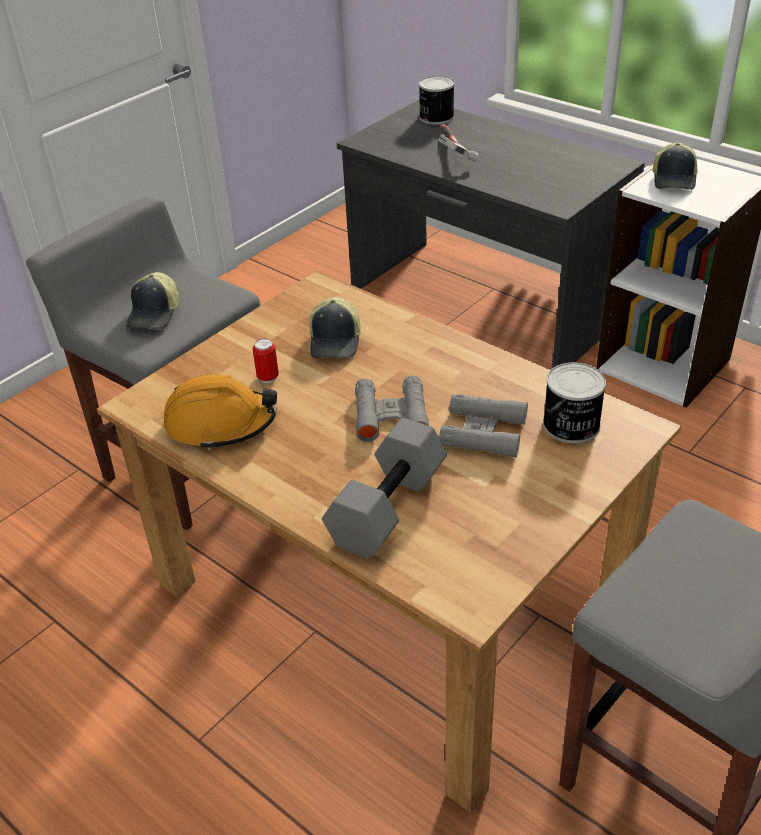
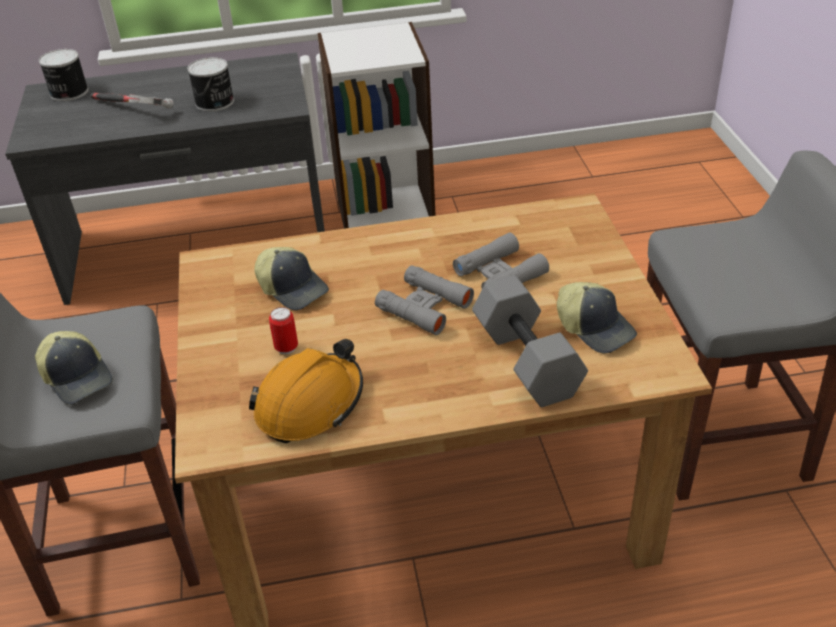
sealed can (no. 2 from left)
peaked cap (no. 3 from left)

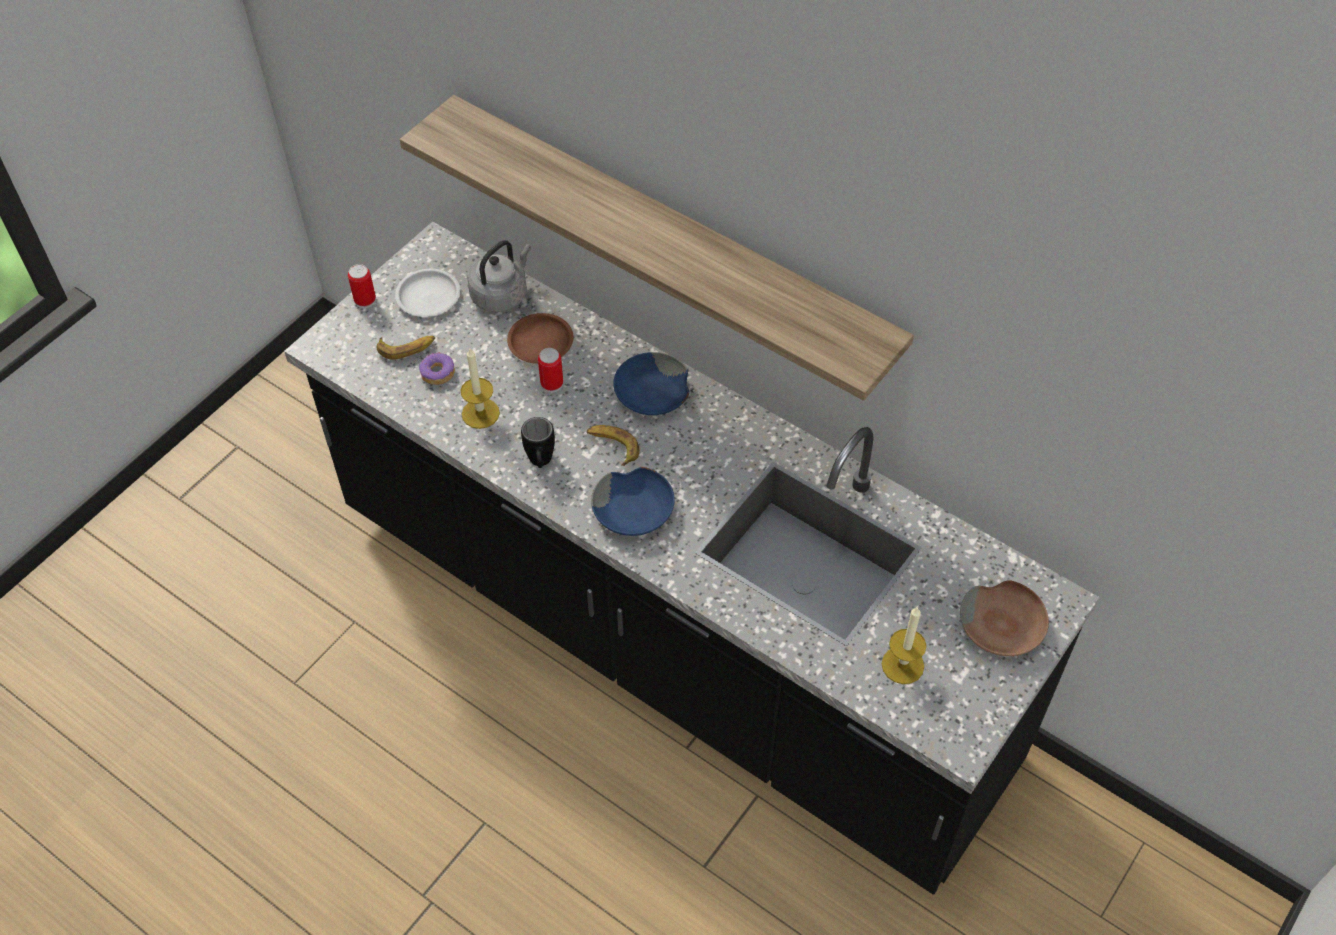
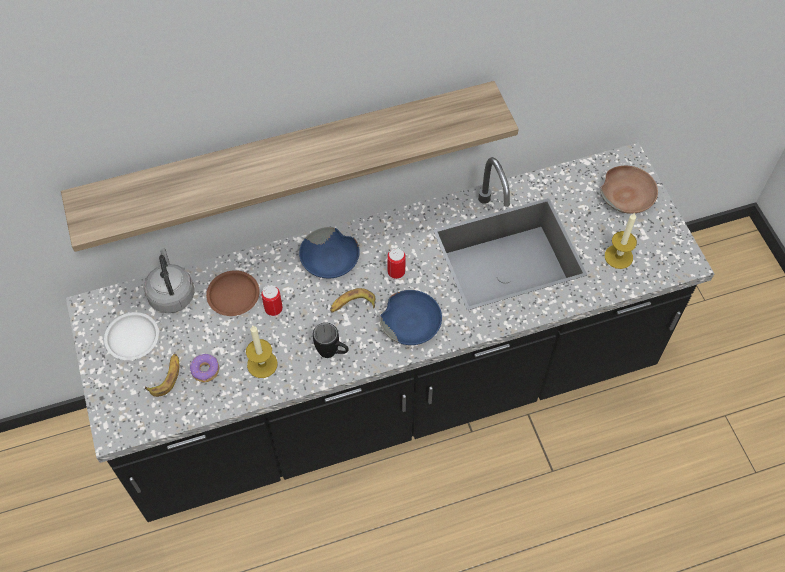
sealed can (no. 2 from left)

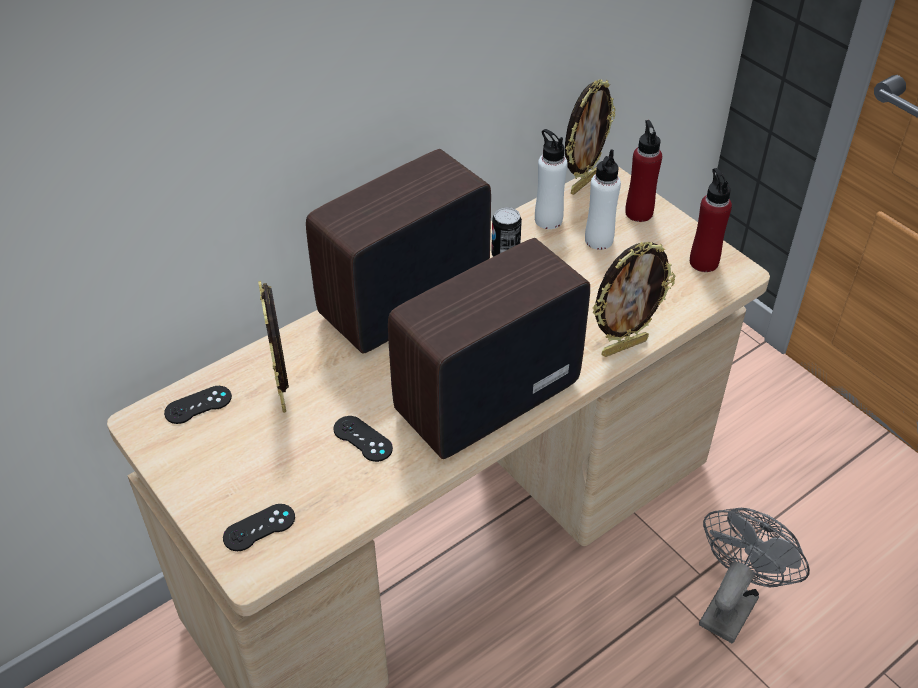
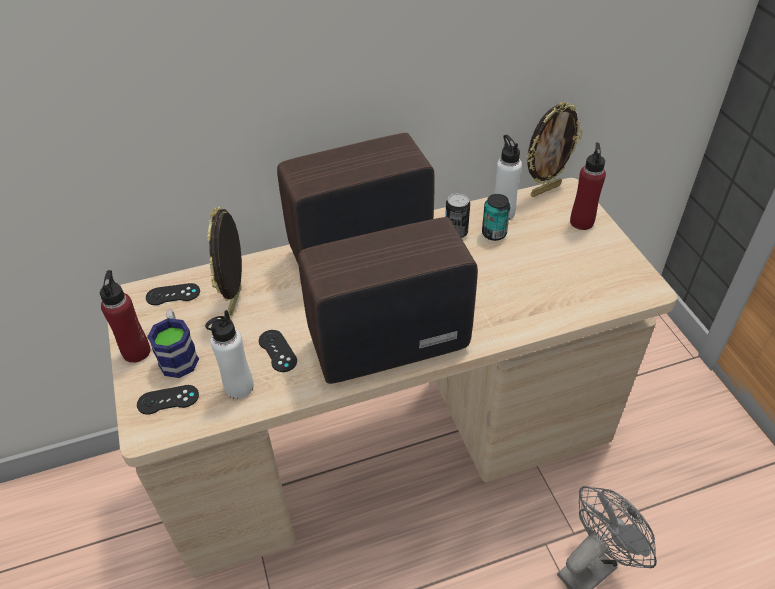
red beverage bottle (no. 1 from left)
tea mug
whitish beverage bottle (no. 1 from left)
sealed can (no. 2 from left)
photo frame (no. 3 from left in the first image)

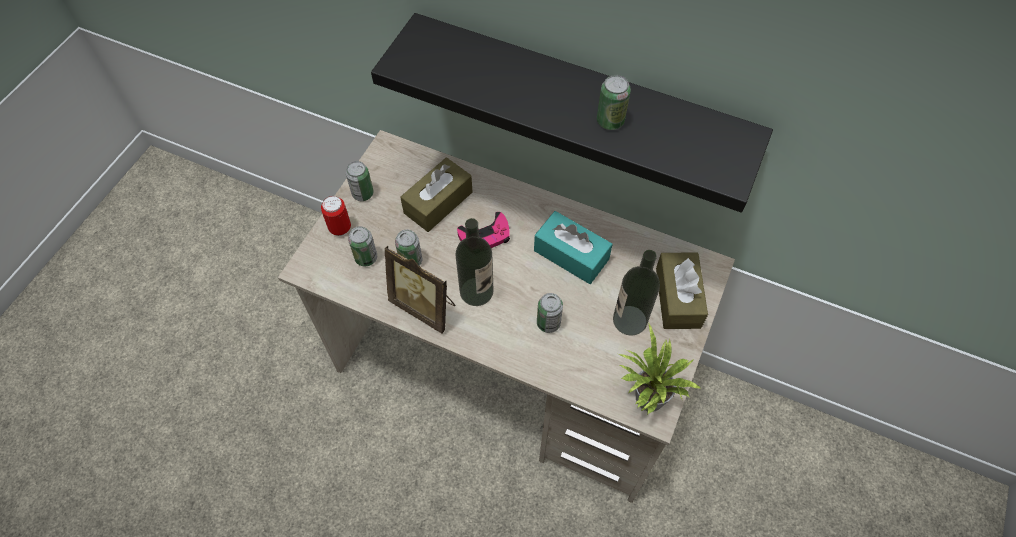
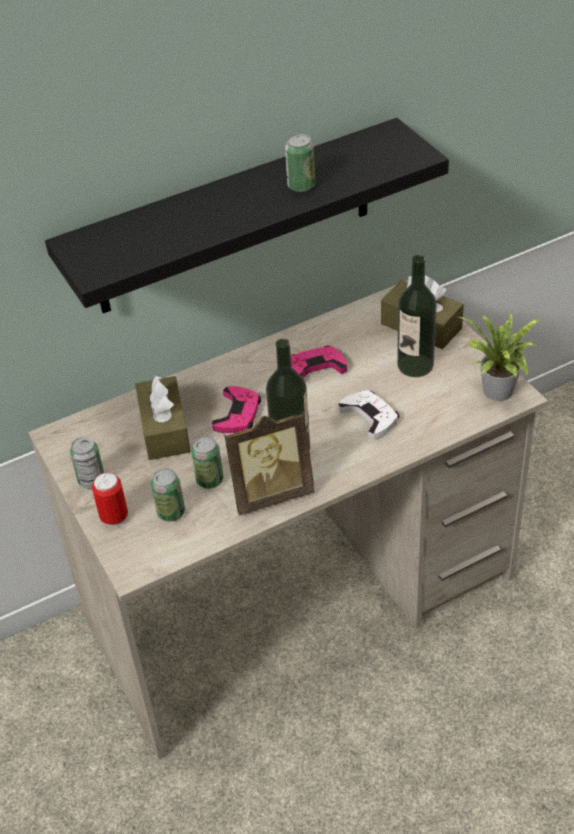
pink gamepad (no. 2 from left)
whitish gamepad

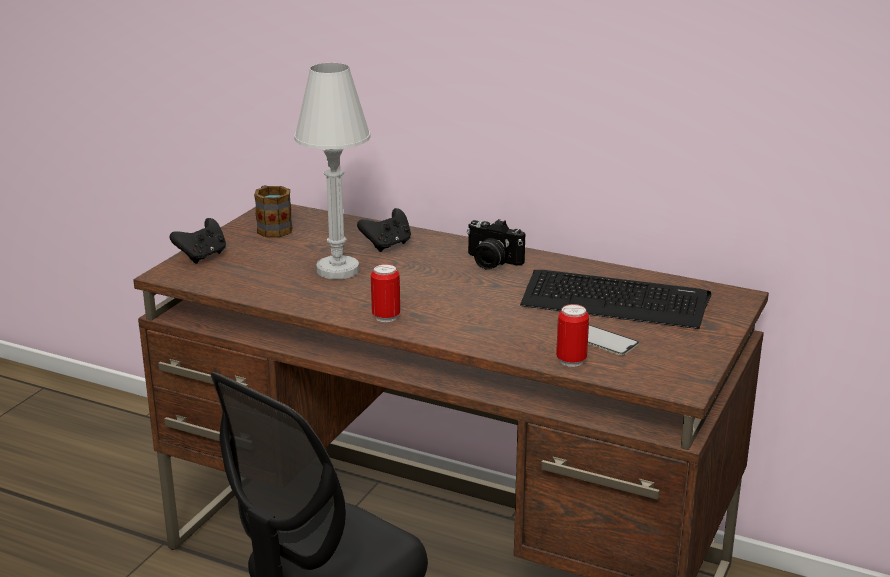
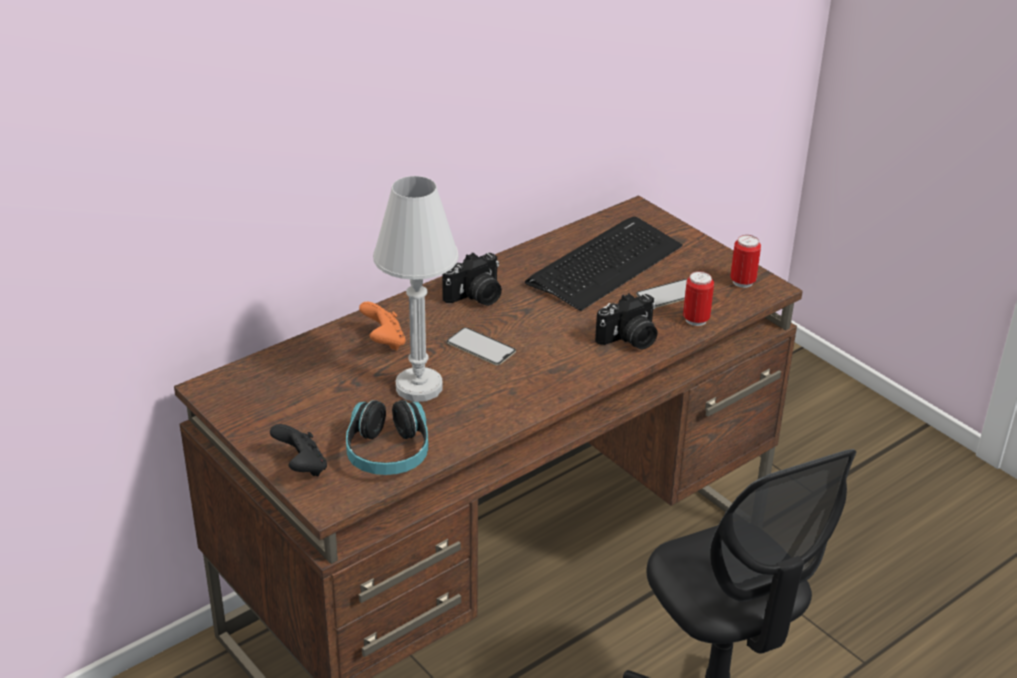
pair of headphones
orange gamepad
telephone (no. 1 from left)
photo camera (no. 2 from left)
sealed can (no. 2 from left)
tea mug

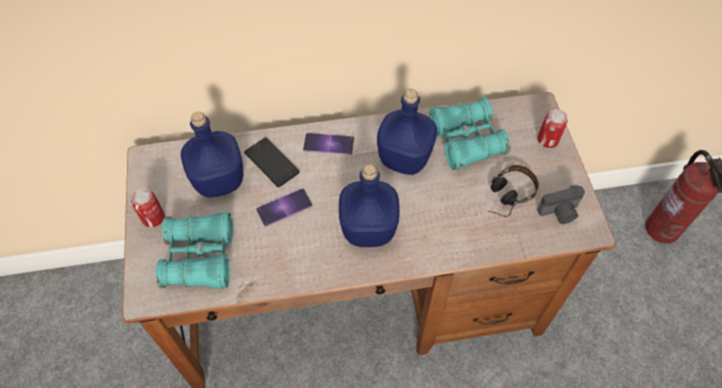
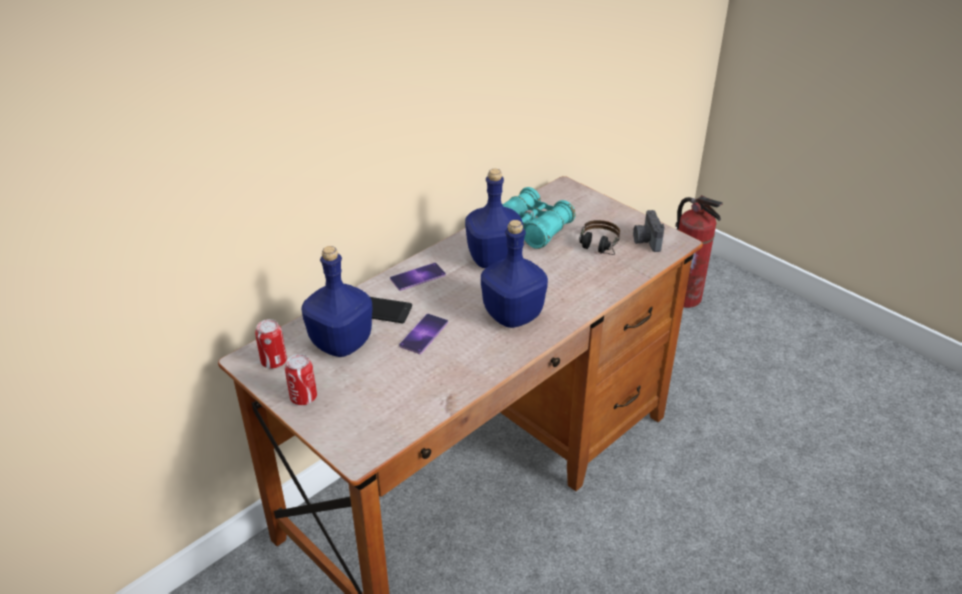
sealed can (no. 1 from left)
photo camera
turquoise-coloured binoculars (no. 1 from left in the first image)

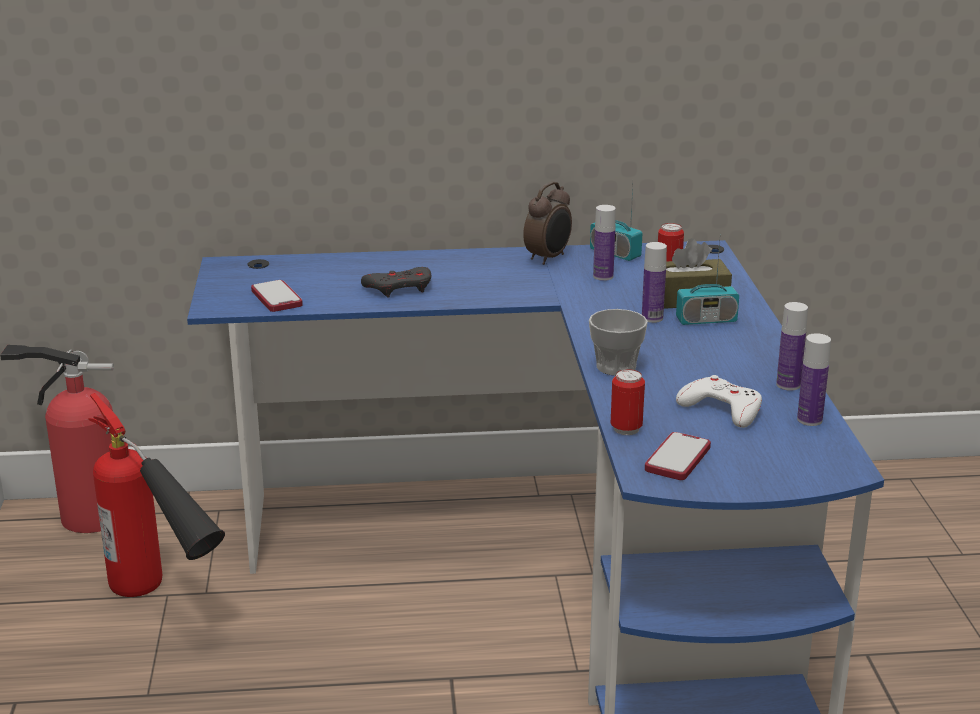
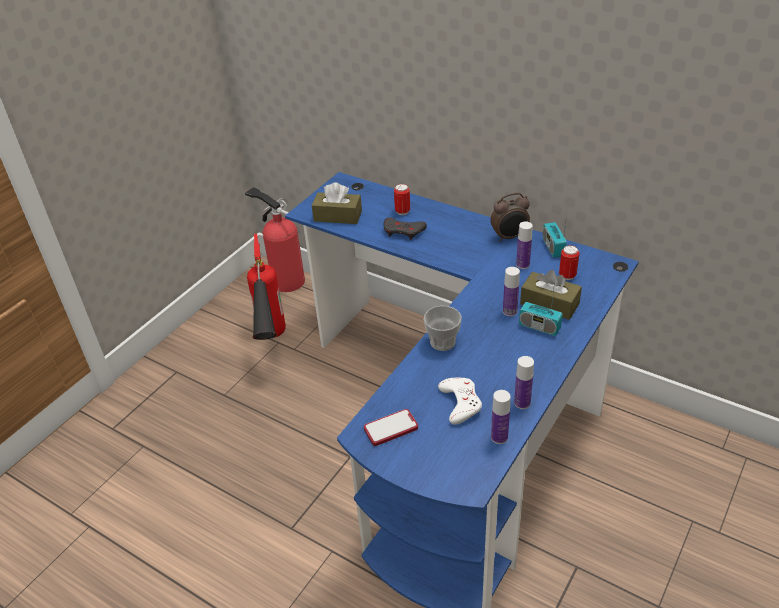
brown-coloured tissue box (no. 1 from left)
sealed can (no. 1 from left)

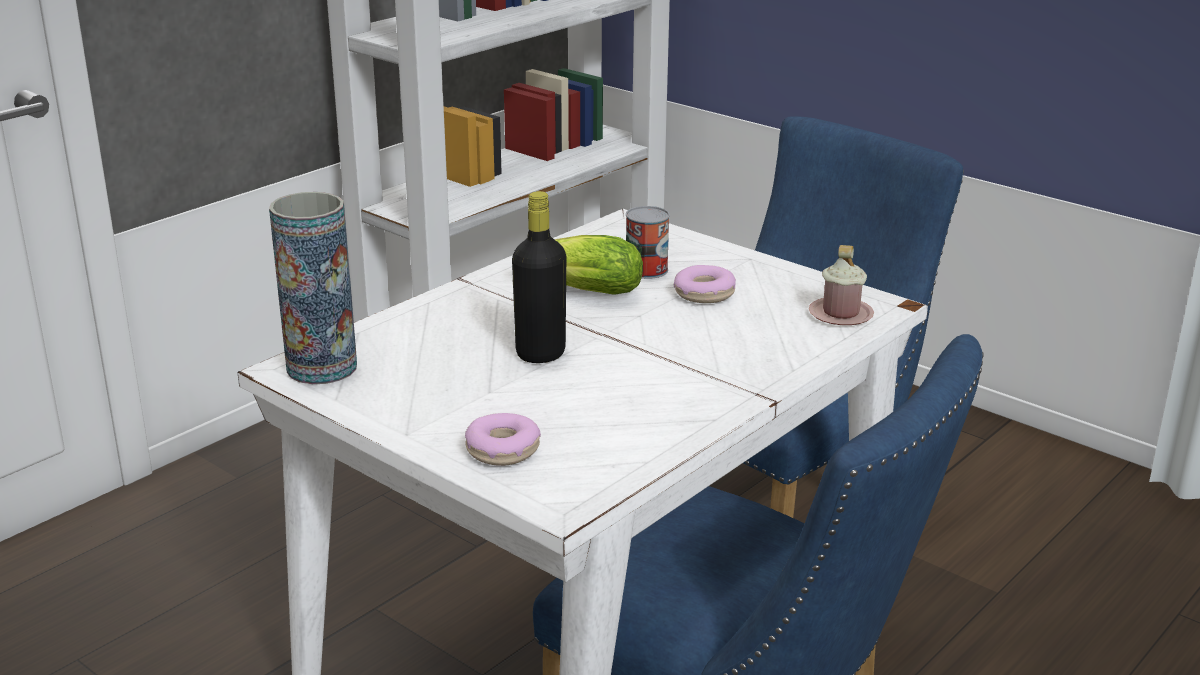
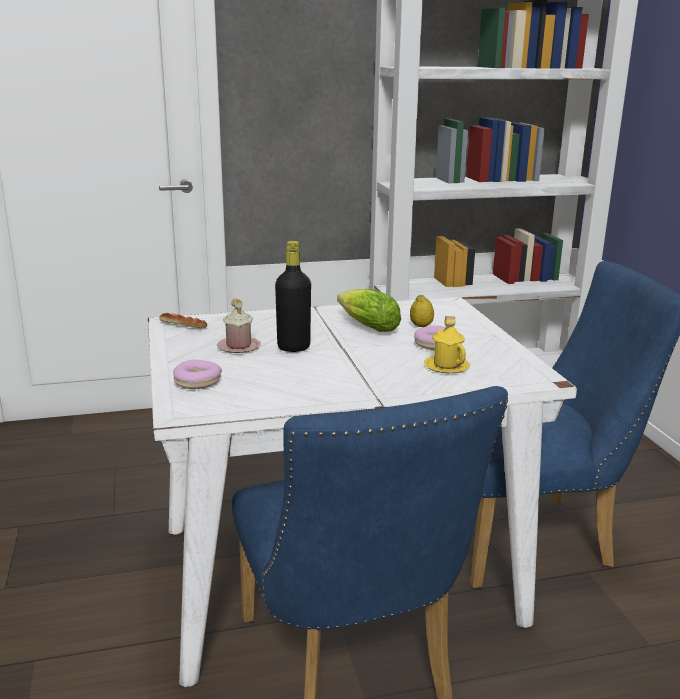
bakery bread
pink tea mug
whole lemon
yellow tea mug

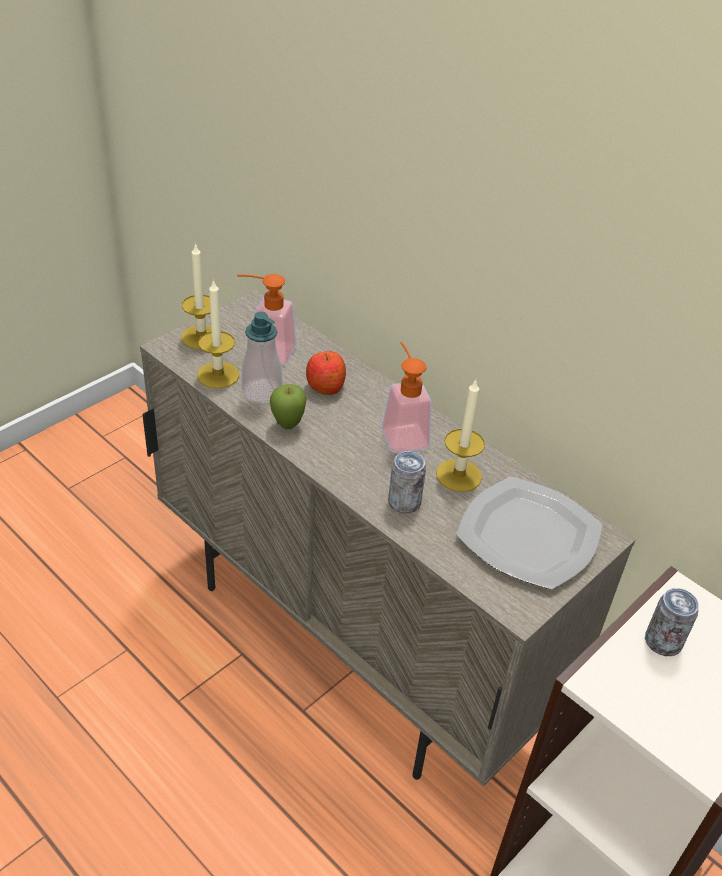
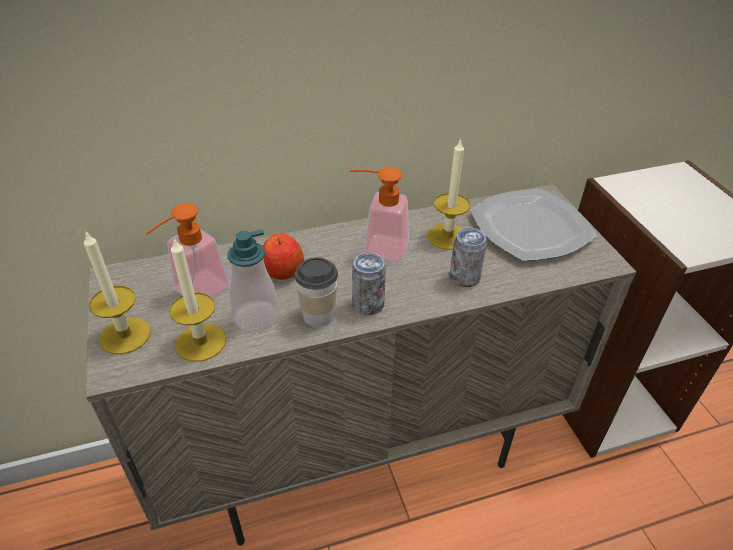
small cup
sealed can (no. 1 from left)

